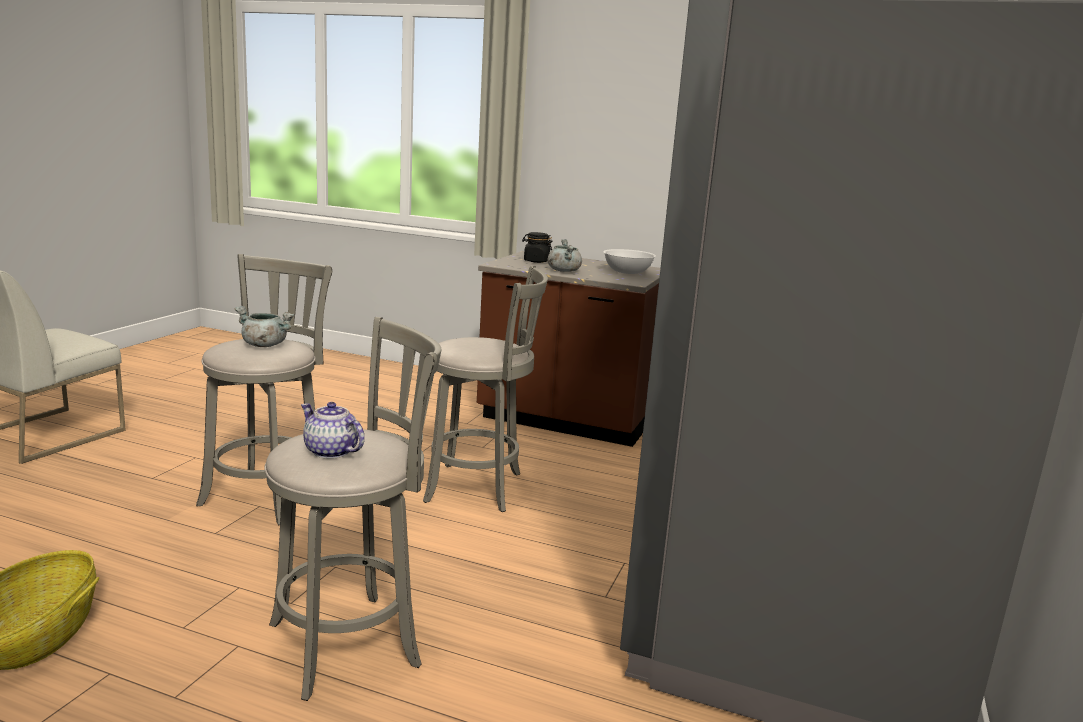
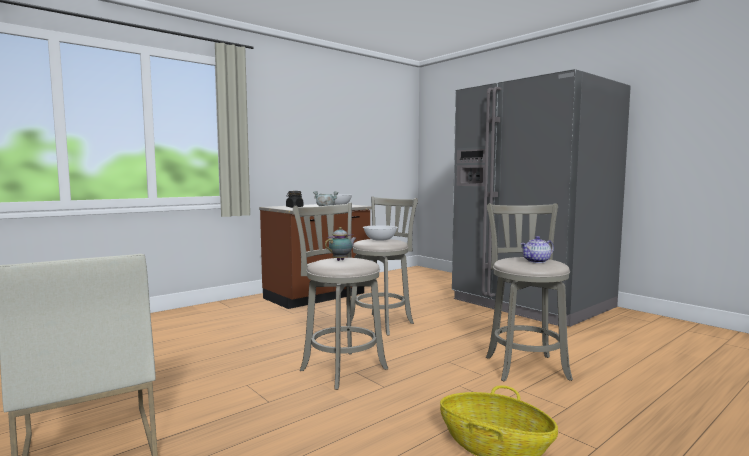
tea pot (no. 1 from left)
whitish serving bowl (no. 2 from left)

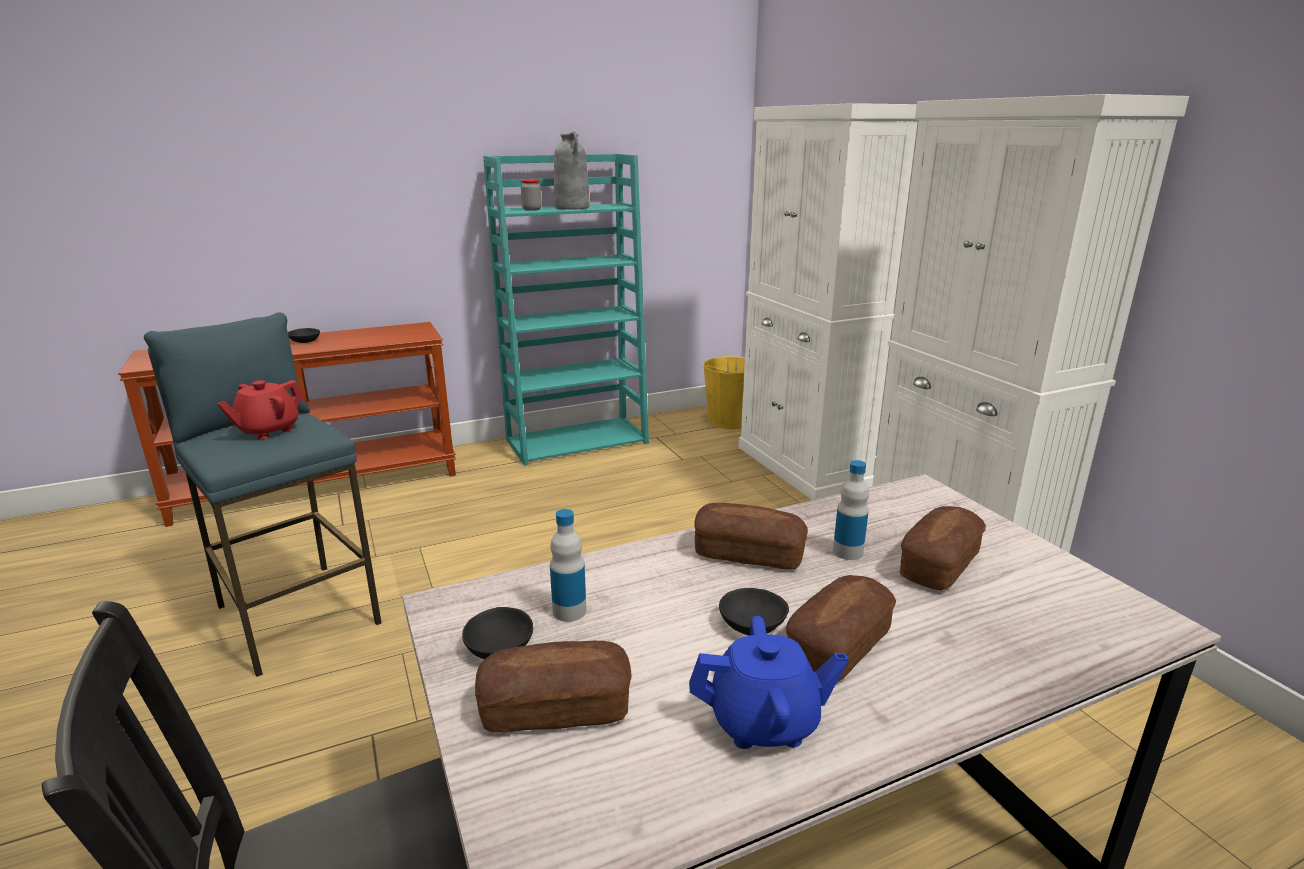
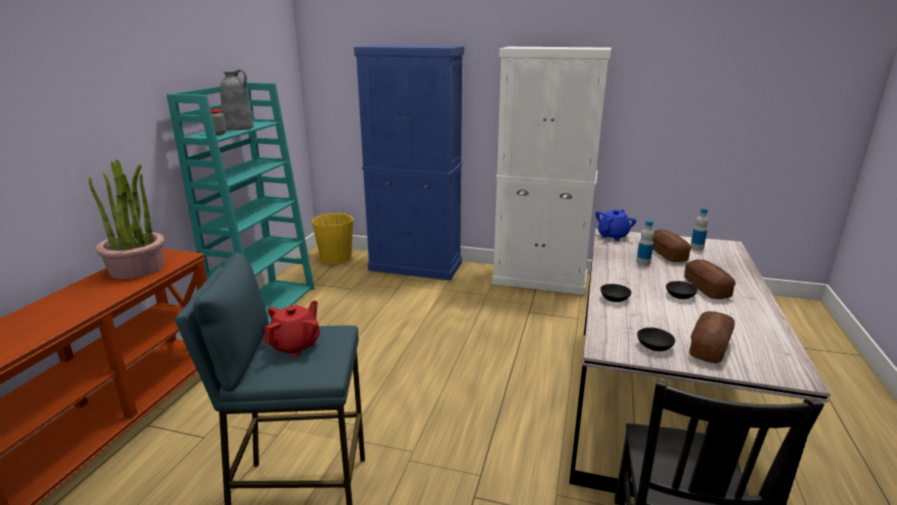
plant in a pot
red tea pot
blue-coloured cupboard
blue-coloured tea pot
blackish serving bowl (no. 1 from left)
beverage bottle (no. 2 from left)
bakery bread (no. 2 from left in the first image)

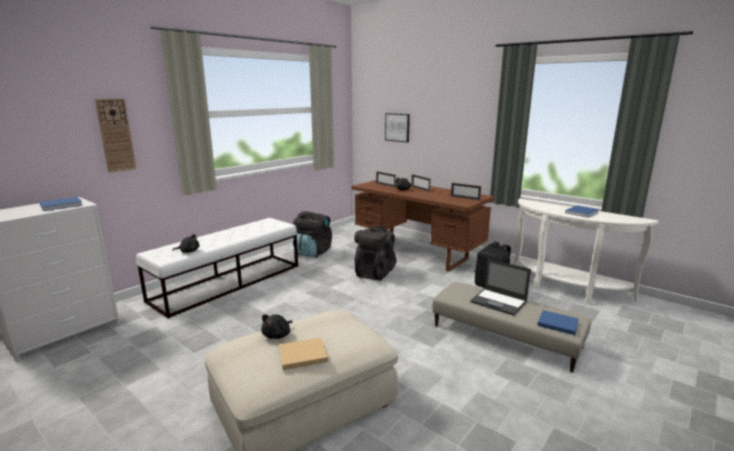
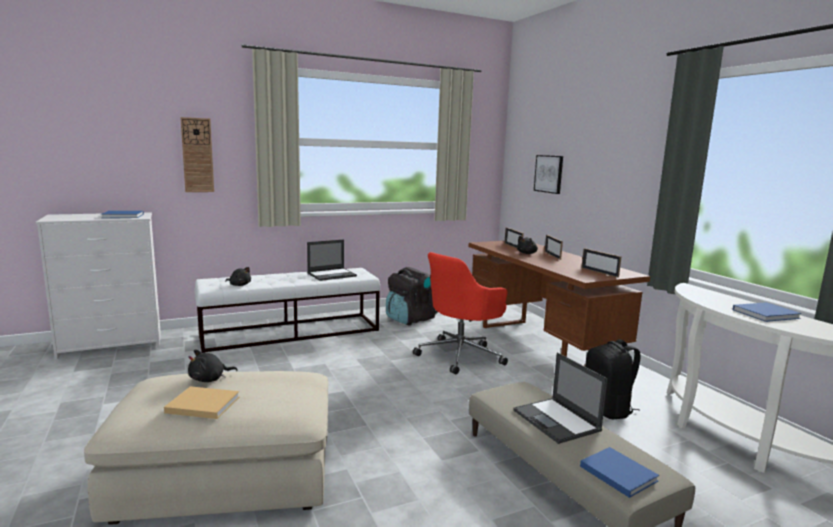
portable computer (no. 1 from left)
red desk chair

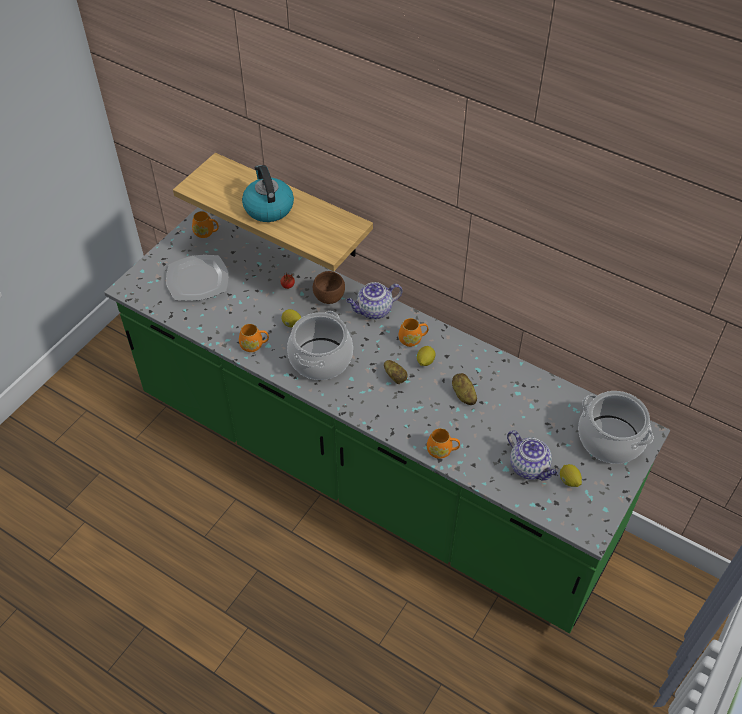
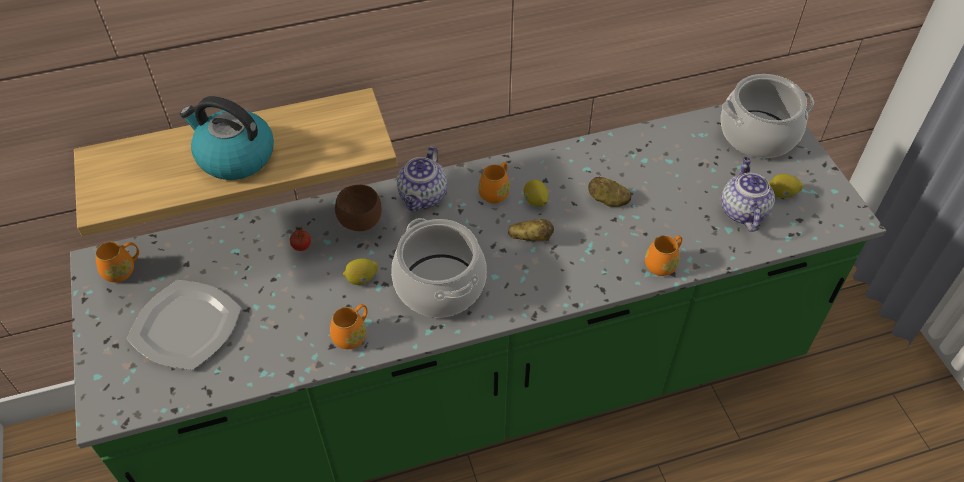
tea pot (no. 2 from left)

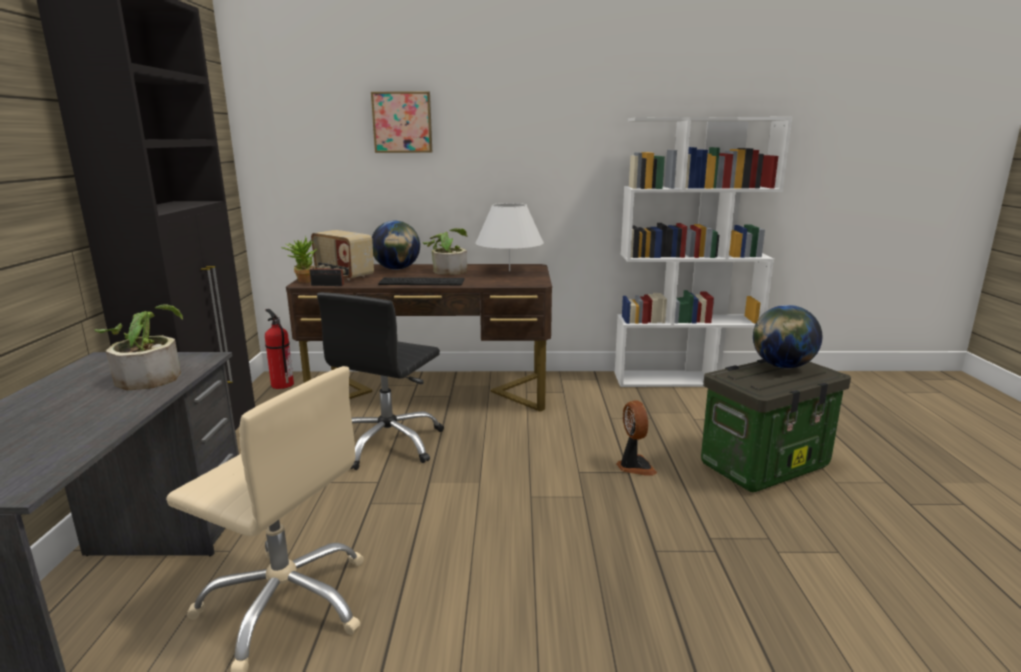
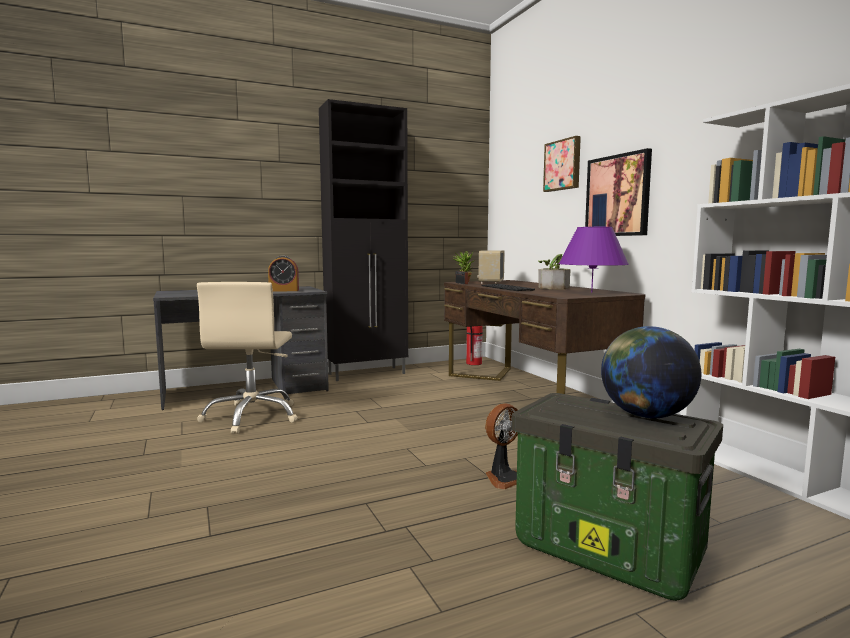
bedside clock
purple lamp for a table
wall picture (no. 2 from left)
blackish desk chair
desk globe (no. 1 from left in the first image)

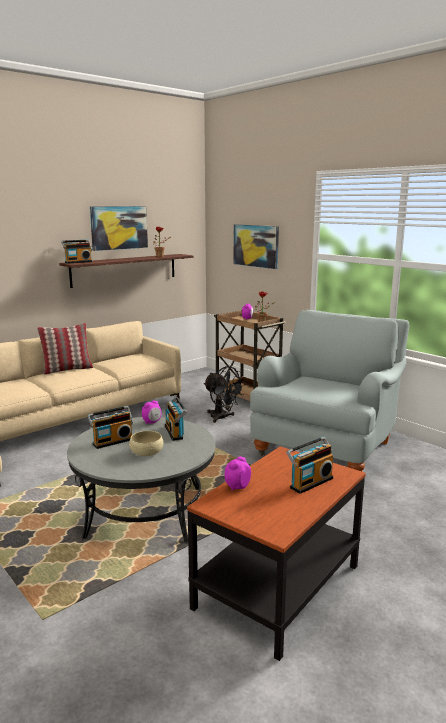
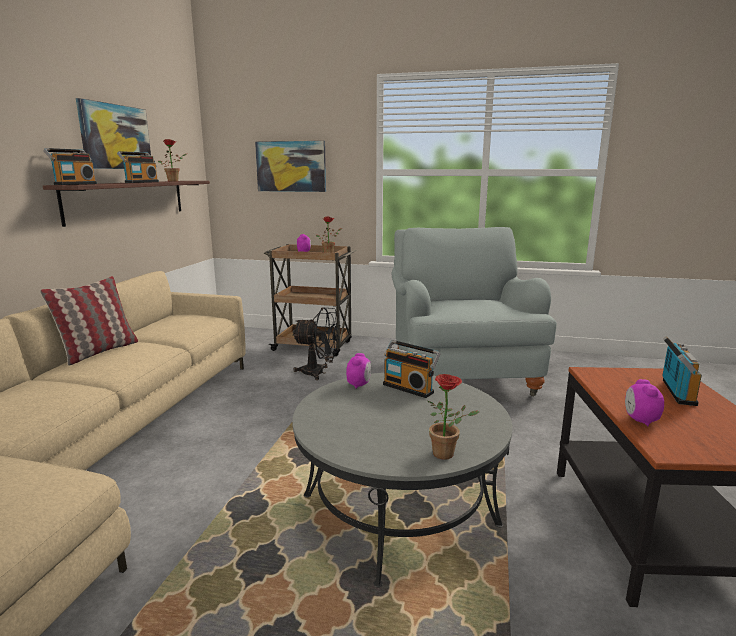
radio set (no. 2 from left)
plant in a pot (no. 3 from left)
sand-coloured serving bowl

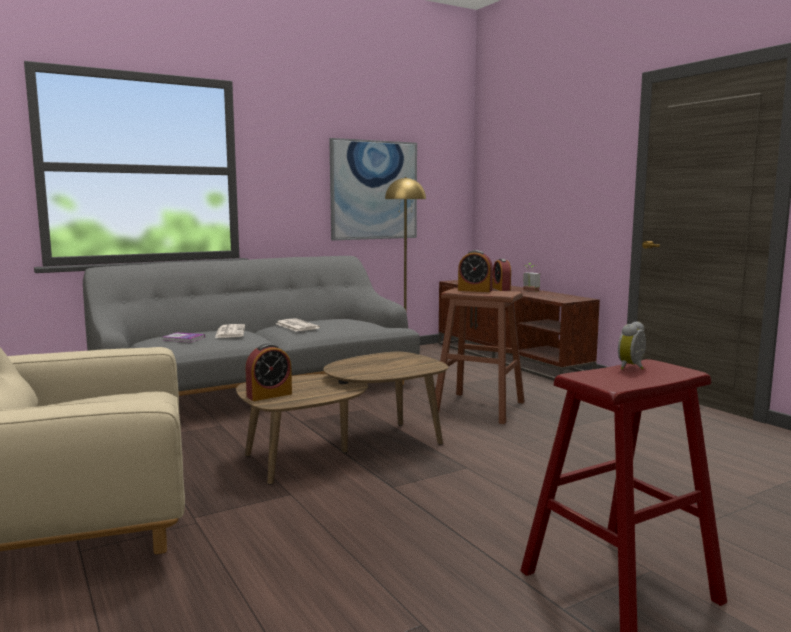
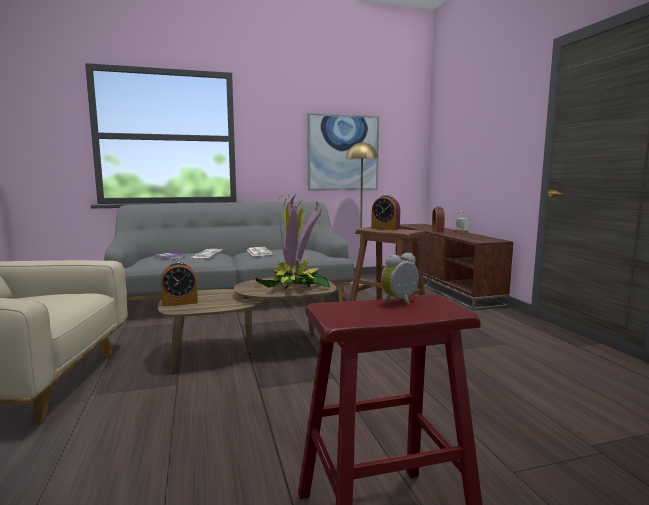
plant in a pot (no. 1 from left)

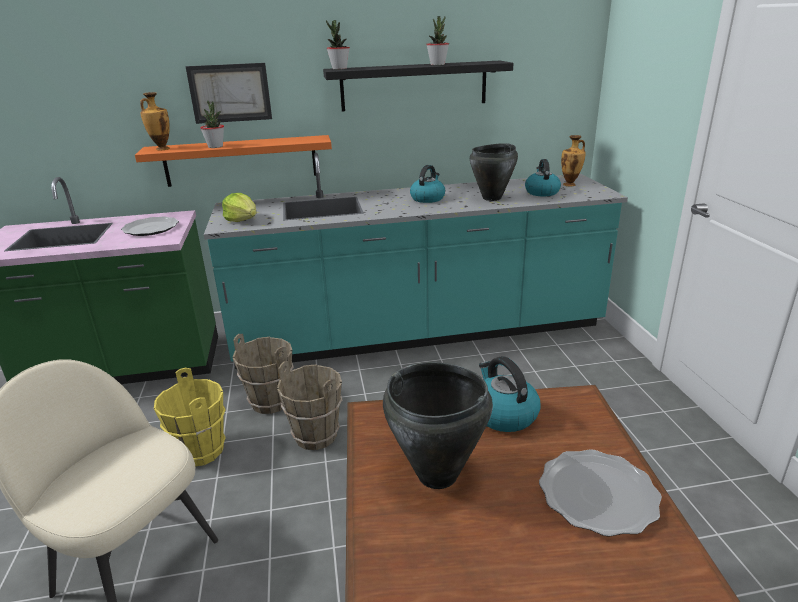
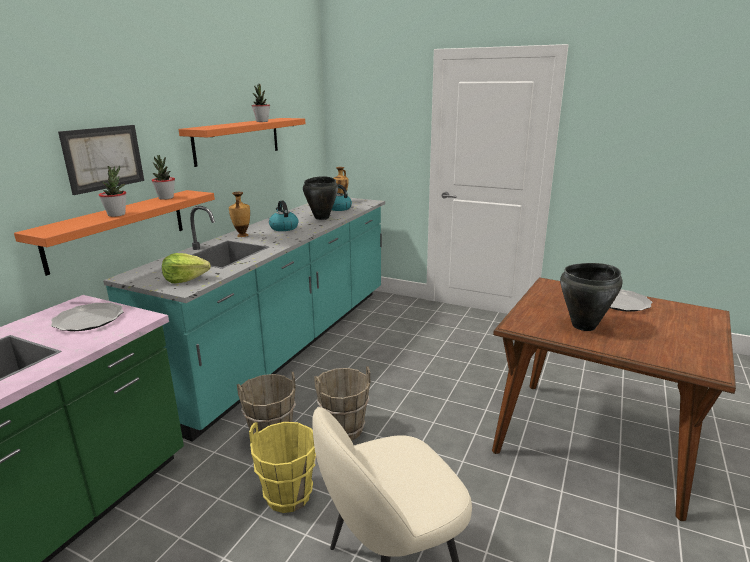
plant in a pot (no. 2 from left)
orange bracket shelf (no. 2 from left)
vase (no. 1 from left)
water kettle (no. 2 from left in the first image)

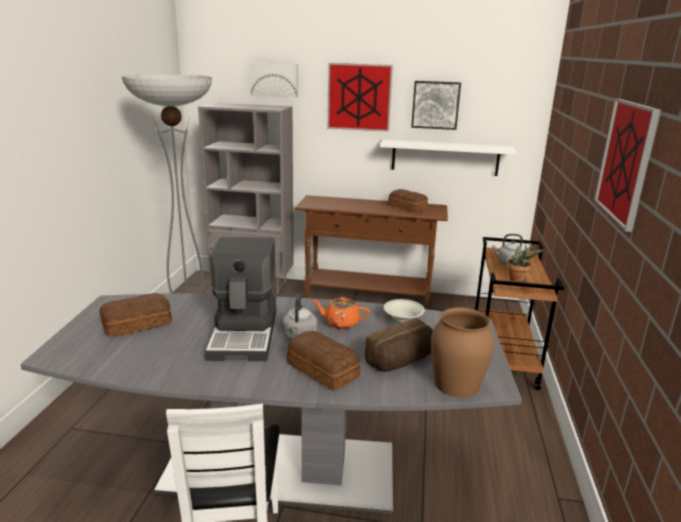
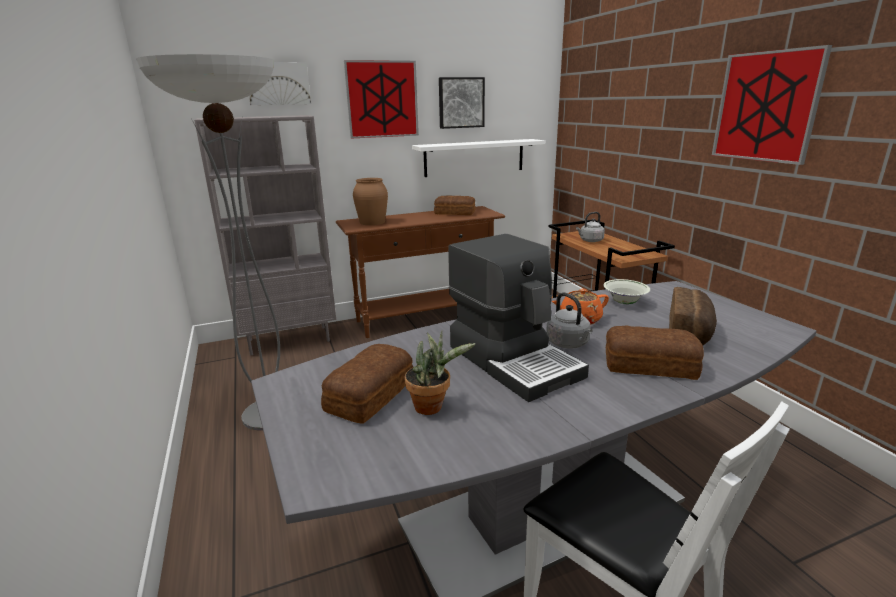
brown-coloured vase
plant in a pot

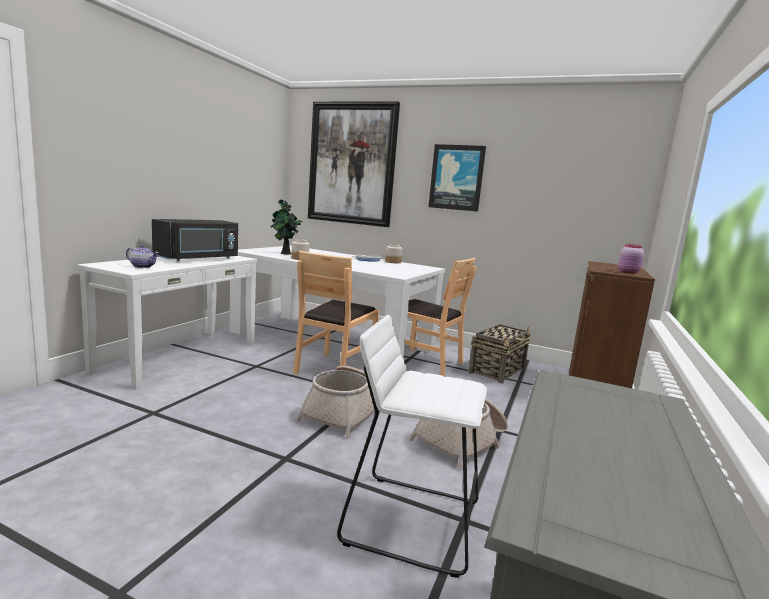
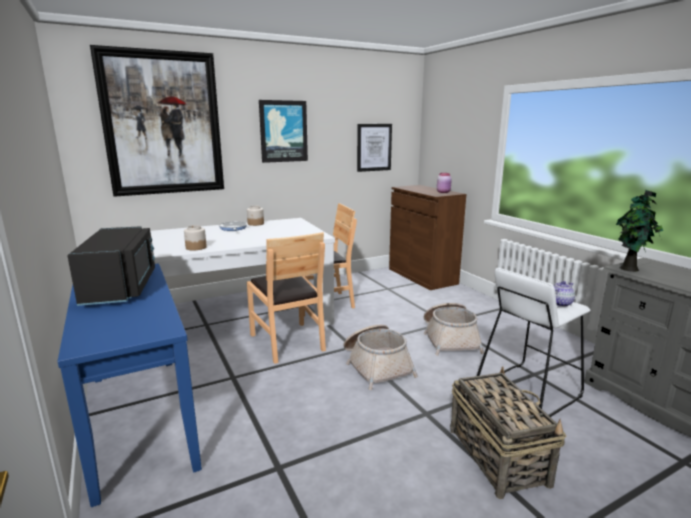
blue-coloured narrow table
wall picture (no. 3 from left)
basket (no. 3 from left)
tea pot
plant in a pot

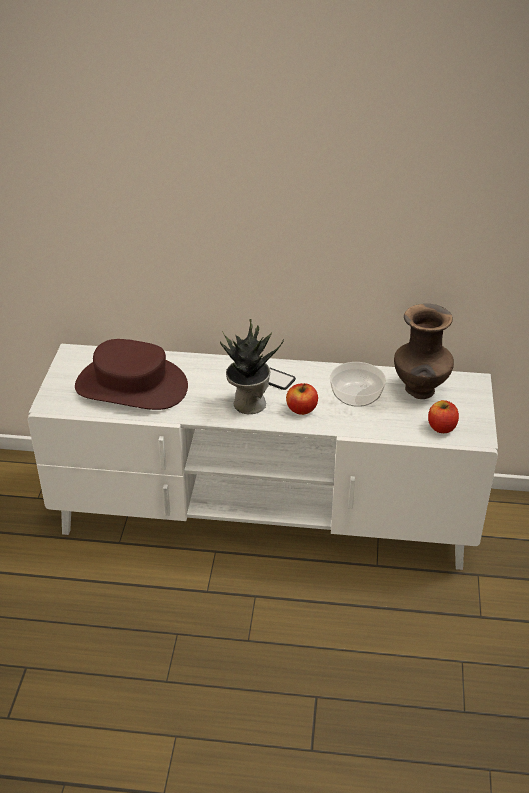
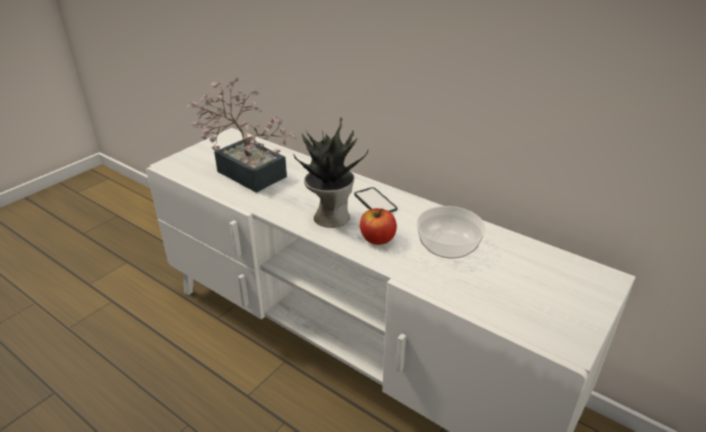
plant in a pot (no. 1 from left)
brown-coloured vase
whole apple (no. 2 from left in the first image)

